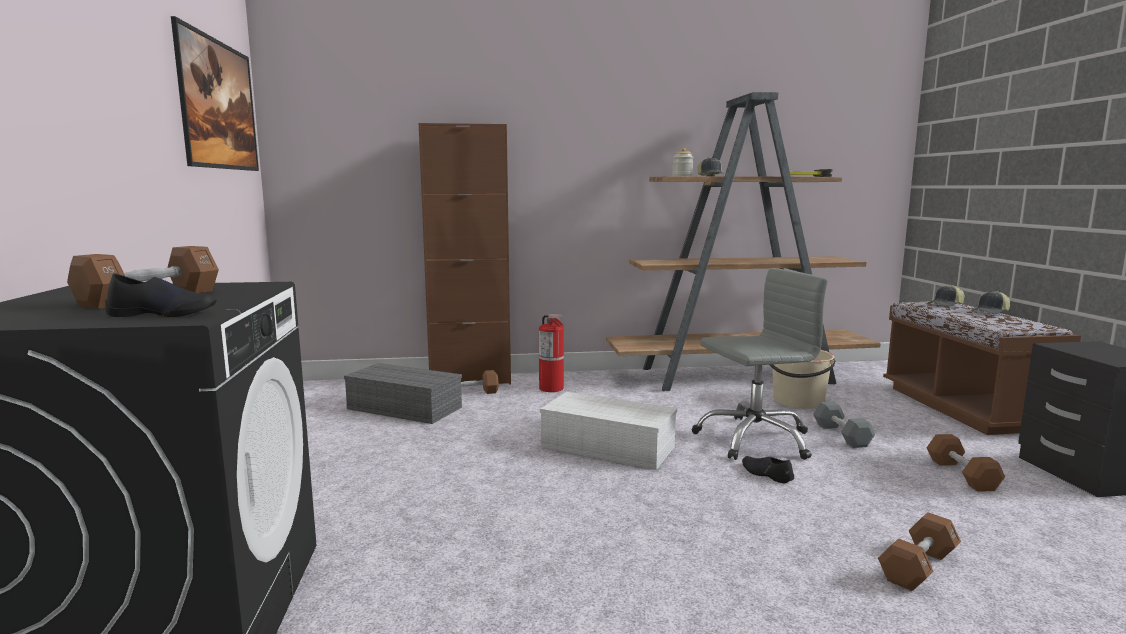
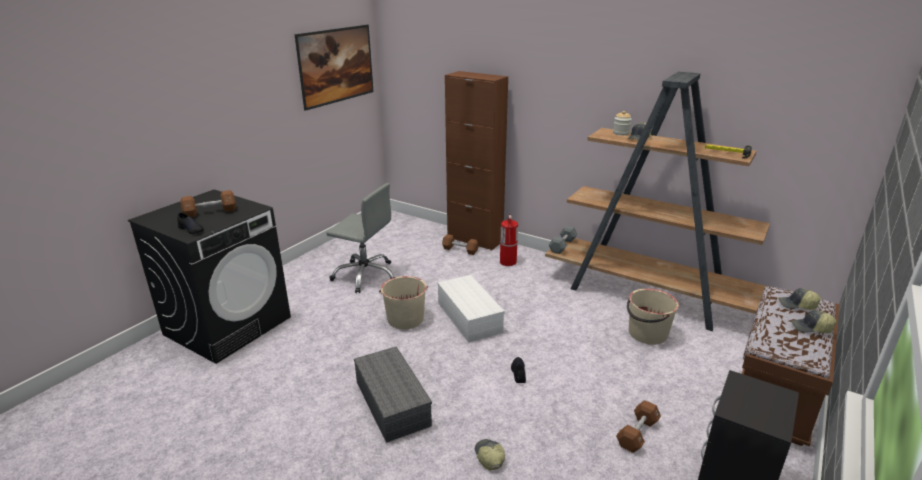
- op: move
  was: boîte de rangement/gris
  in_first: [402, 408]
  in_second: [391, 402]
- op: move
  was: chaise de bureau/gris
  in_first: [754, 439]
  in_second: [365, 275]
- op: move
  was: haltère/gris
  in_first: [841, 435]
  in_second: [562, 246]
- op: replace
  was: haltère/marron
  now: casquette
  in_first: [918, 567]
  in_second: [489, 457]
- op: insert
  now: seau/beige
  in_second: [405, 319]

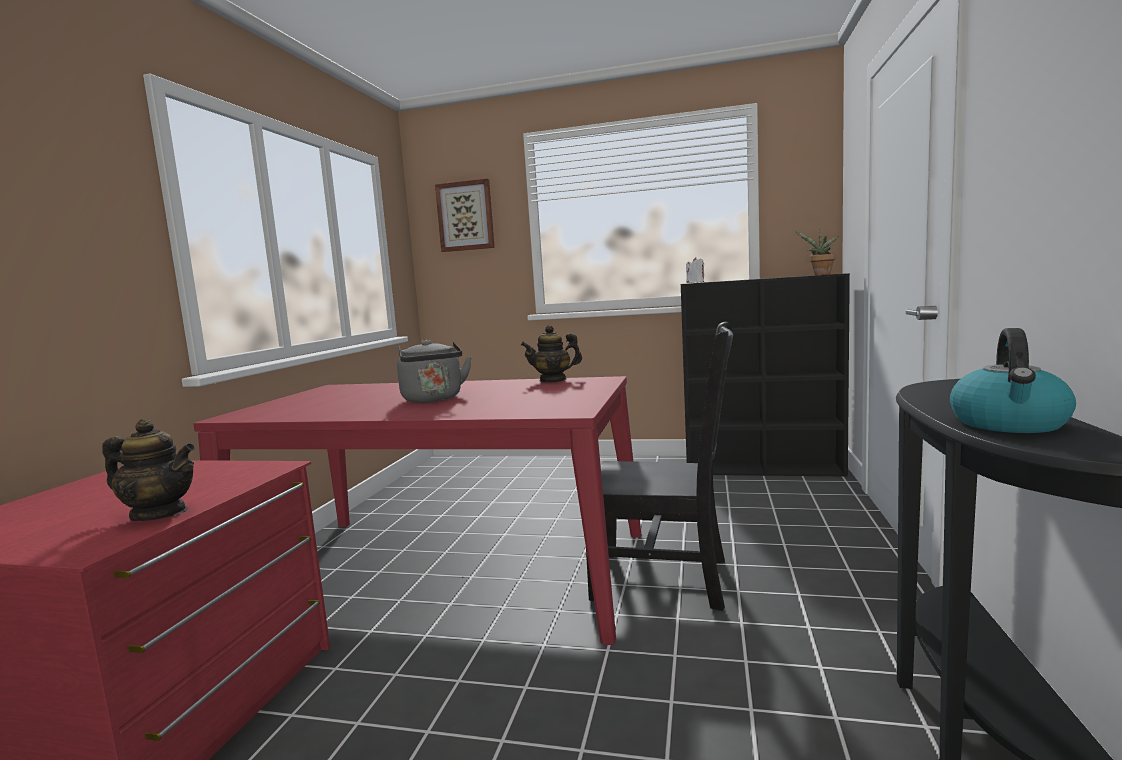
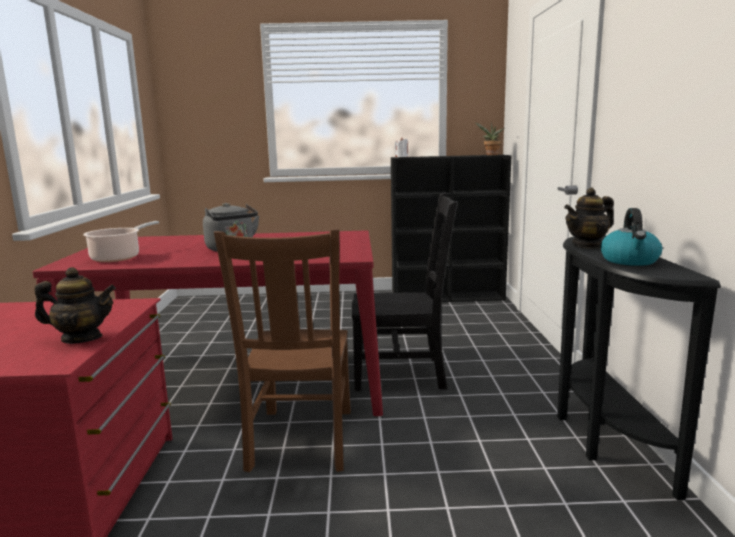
- op: delete
  was: tableau
  in_first: [465, 216]
- op: move
  was: théière
  in_first: [553, 380]
  in_second: [587, 245]
- op: insert
  now: marmite
  in_second: [118, 257]
- op: insert
  now: chaise/marron
  in_second: [300, 441]

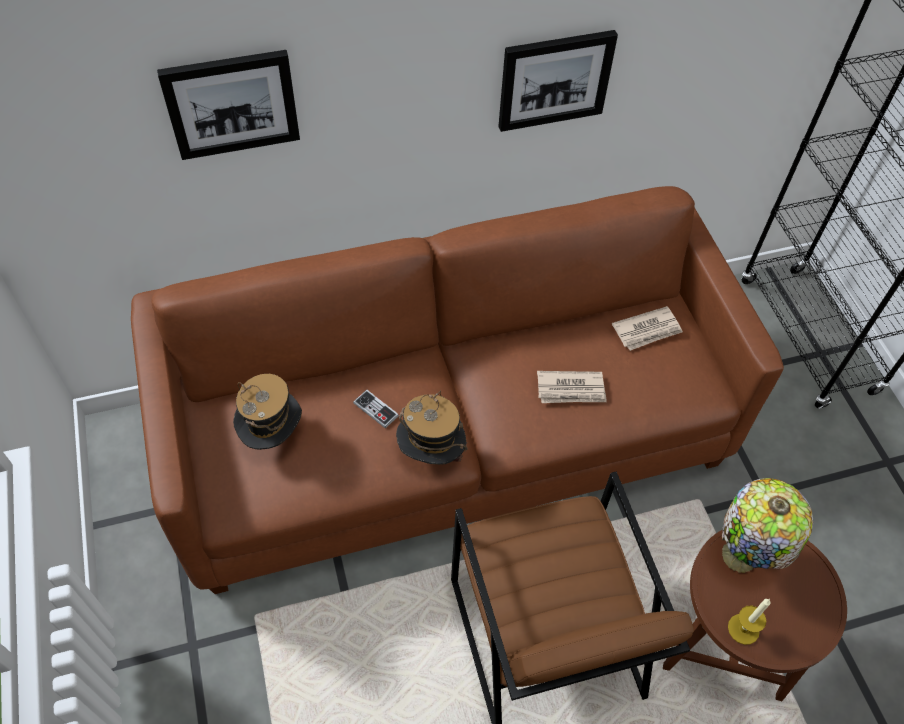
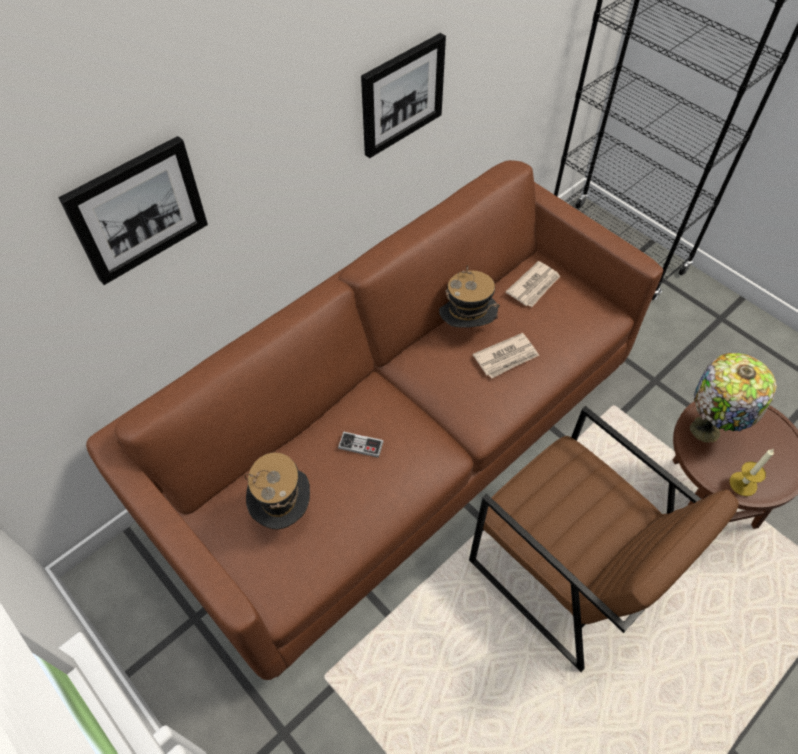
- op: move
  was: chapeau
  in_first: [431, 454]
  in_second: [466, 327]

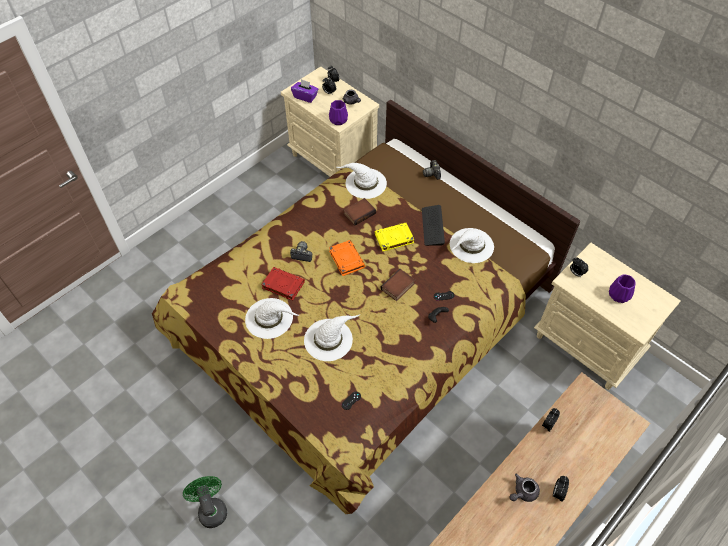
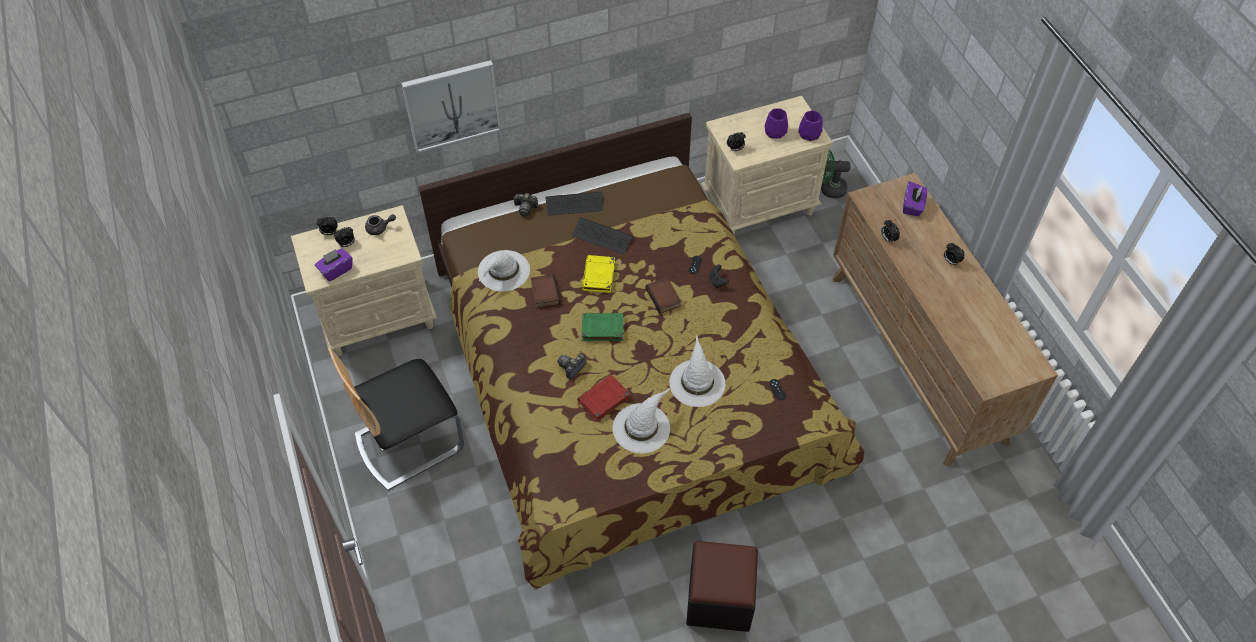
- op: move
  was: ventilateur/vert
  in_first: [211, 508]
  in_second: [828, 189]
- op: move
  was: vase/violet
  in_first: [338, 120]
  in_second: [809, 135]
- op: recolor
  was: livre/orange
  now: livre/vert
  in_first: [346, 259]
  in_second: [602, 329]
- op: delete
  was: chapeau/blanc
  in_first: [471, 246]
- op: delete
  was: théière/gris
  in_first: [522, 492]
- op: insert
  now: chaise
  in_second: [408, 441]
- op: insert
  now: tableau
  in_second: [452, 105]
- op: insert
  now: clavier
  in_second: [574, 204]
- op: insert
  now: pouf/noir
  in_second: [719, 598]
- op: insert
  now: boîte à mouchoirs/violet
  in_second: [912, 206]

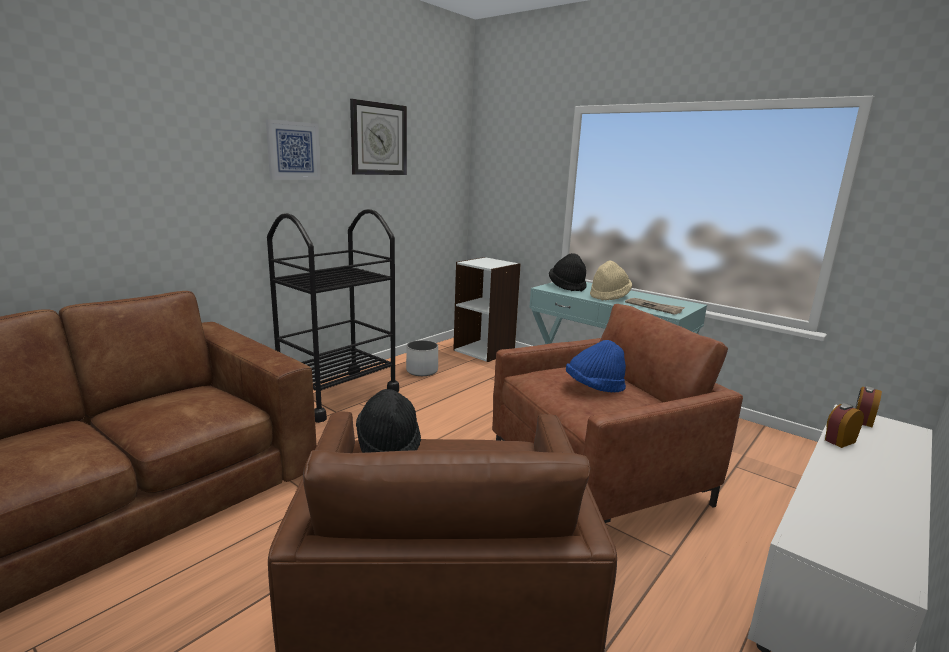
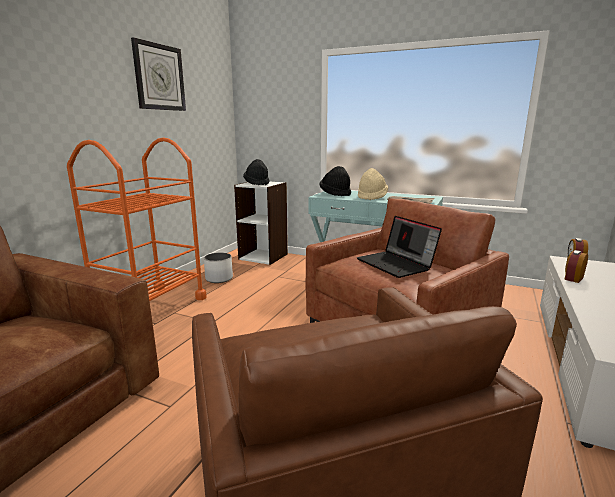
- op: delete
  was: tableau
  in_first: [293, 150]
- op: recolor
  was: chariot/noir
  now: chariot/orange
  in_first: [338, 394]
  in_second: [151, 308]
- op: move
  was: chapeau/noir
  in_first: [388, 445]
  in_second: [257, 183]
- op: replace
  was: chapeau/bleu
  now: ordinateur portable
  in_first: [594, 387]
  in_second: [397, 264]

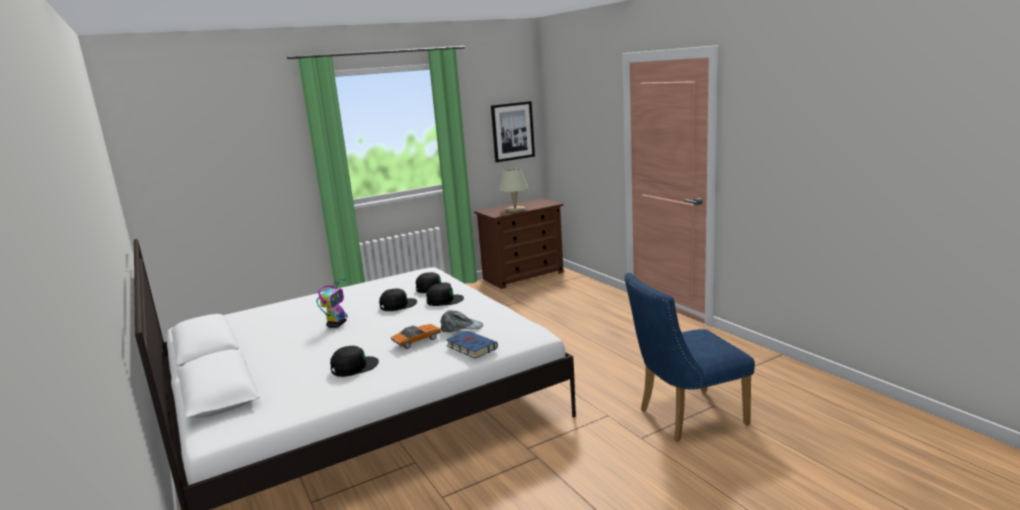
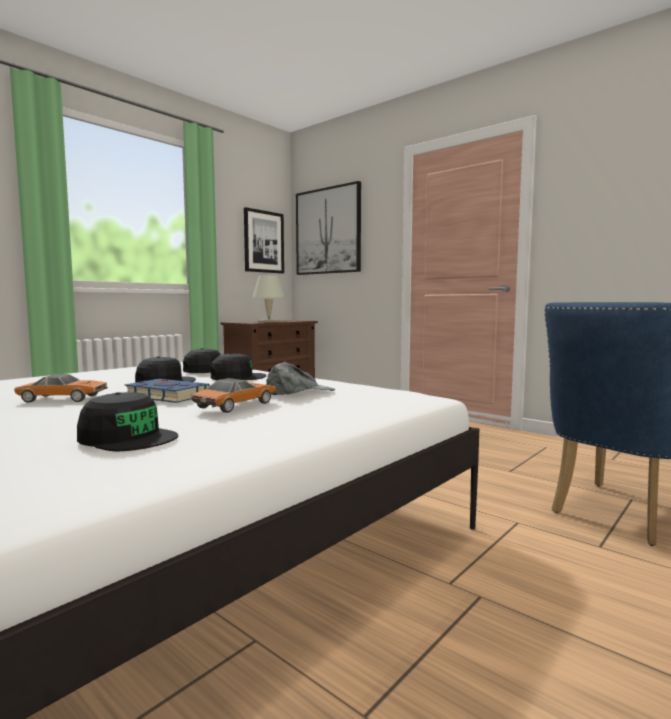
- op: replace
  was: robot jouet
  now: petite voiture
  in_first: [337, 324]
  in_second: [63, 399]
- op: rotate
  was: casquette/noir
  in_first: [354, 367]
  in_second: [128, 438]
  clockwise: 75
- op: move
  was: livre/bleu
  in_first: [470, 347]
  in_second: [165, 396]
- op: insert
  now: tableau
  in_second: [328, 231]

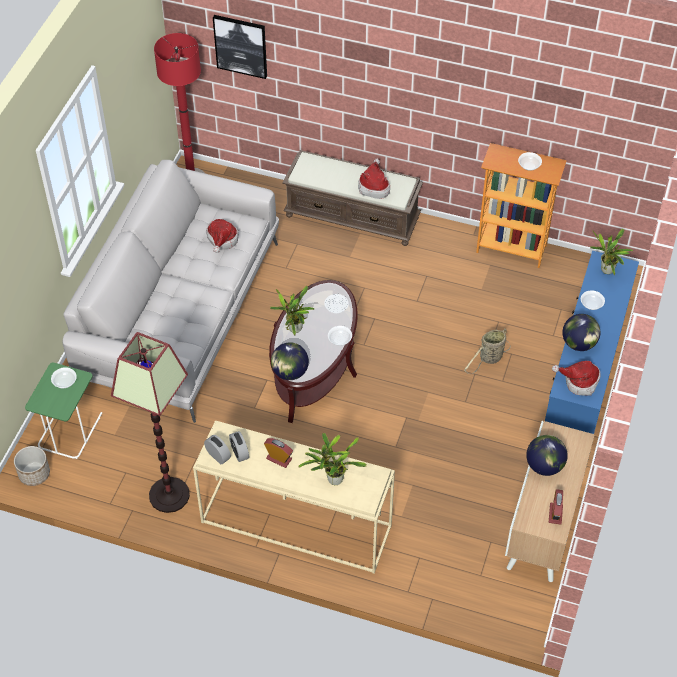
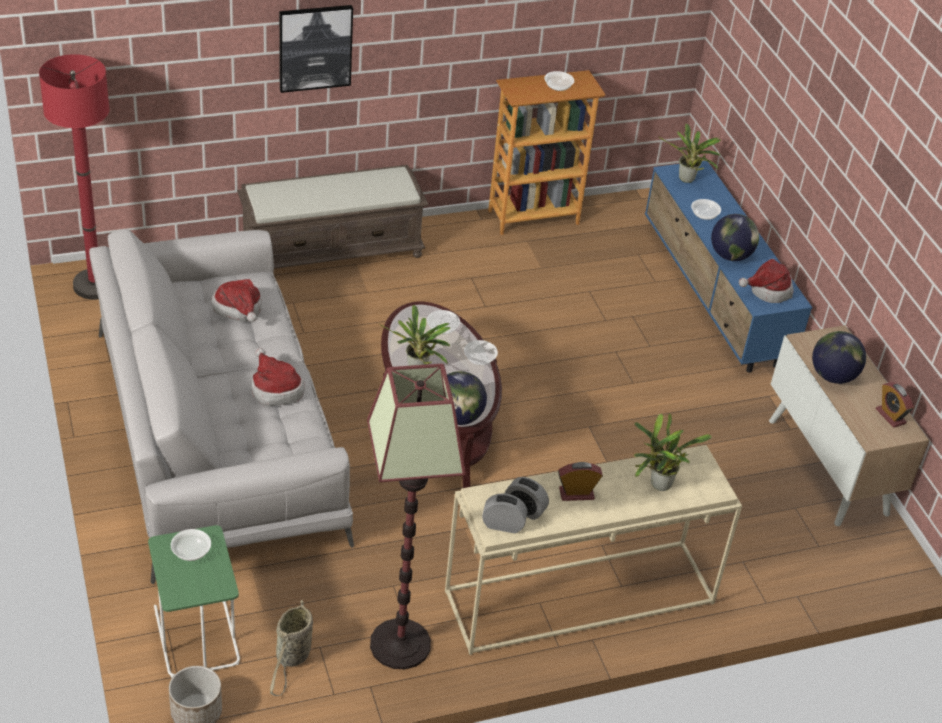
- op: move
  was: tableau
  in_first: [241, 45]
  in_second: [315, 47]
- op: move
  was: chapeau
  in_first: [374, 187]
  in_second: [275, 389]
- op: move
  was: panier
  in_first: [489, 358]
  in_second: [292, 657]

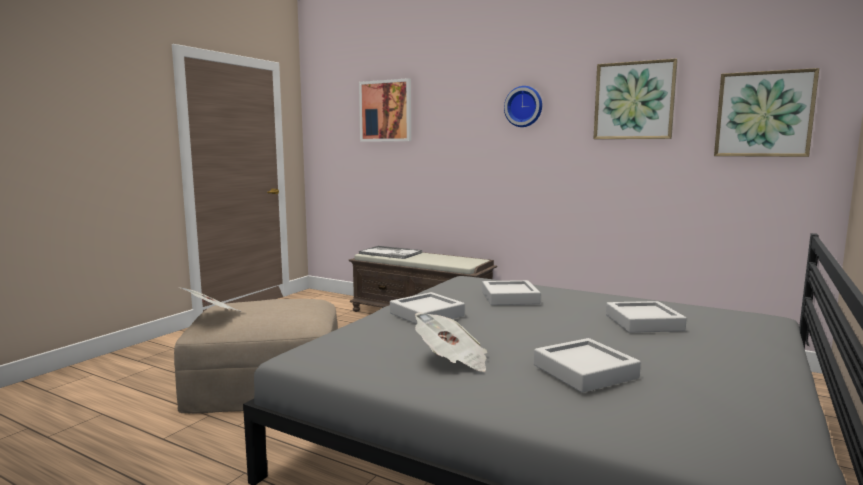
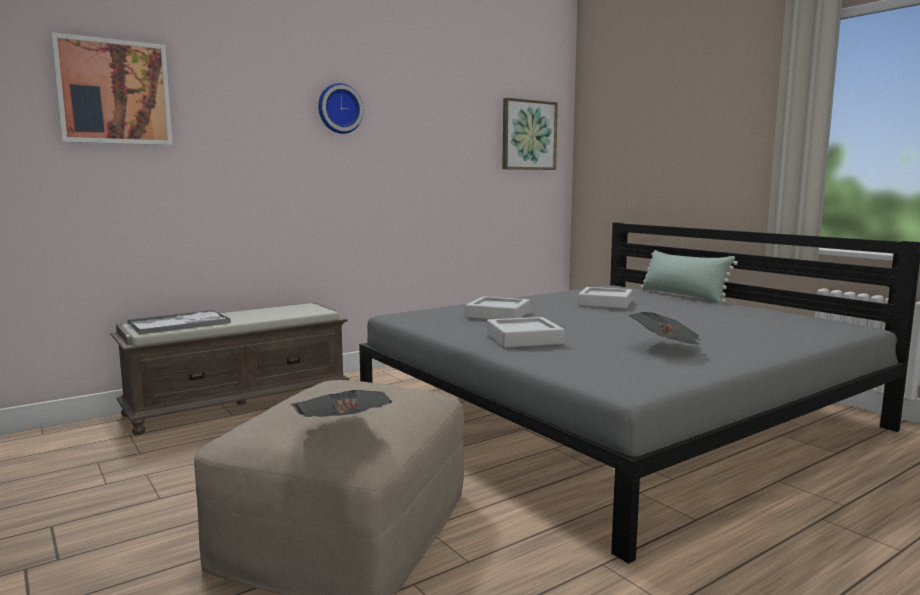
- op: delete
  was: plateau/gris
  in_first: [585, 371]
- op: delete
  was: tableau
  in_first: [634, 101]
- op: insert
  now: coussin/vert
  in_second: [683, 295]

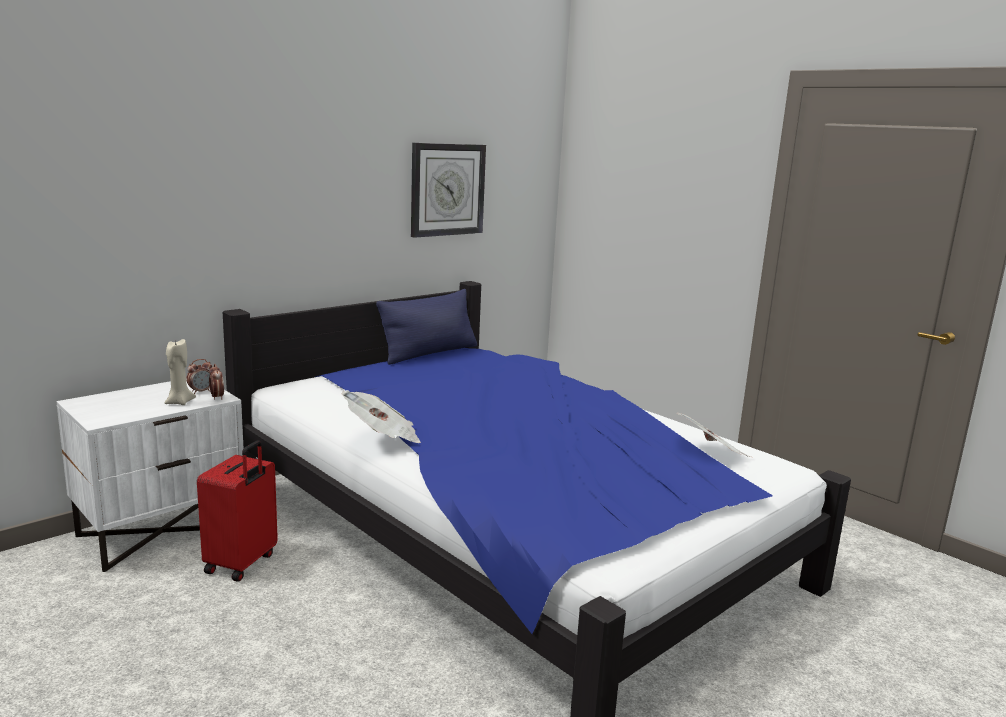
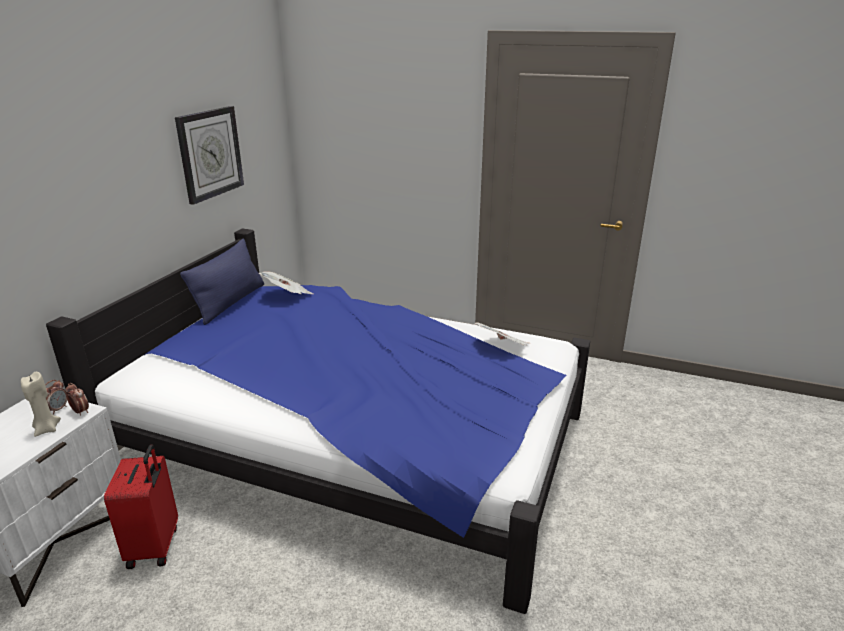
- op: move
  was: journal
  in_first: [383, 437]
  in_second: [288, 295]

